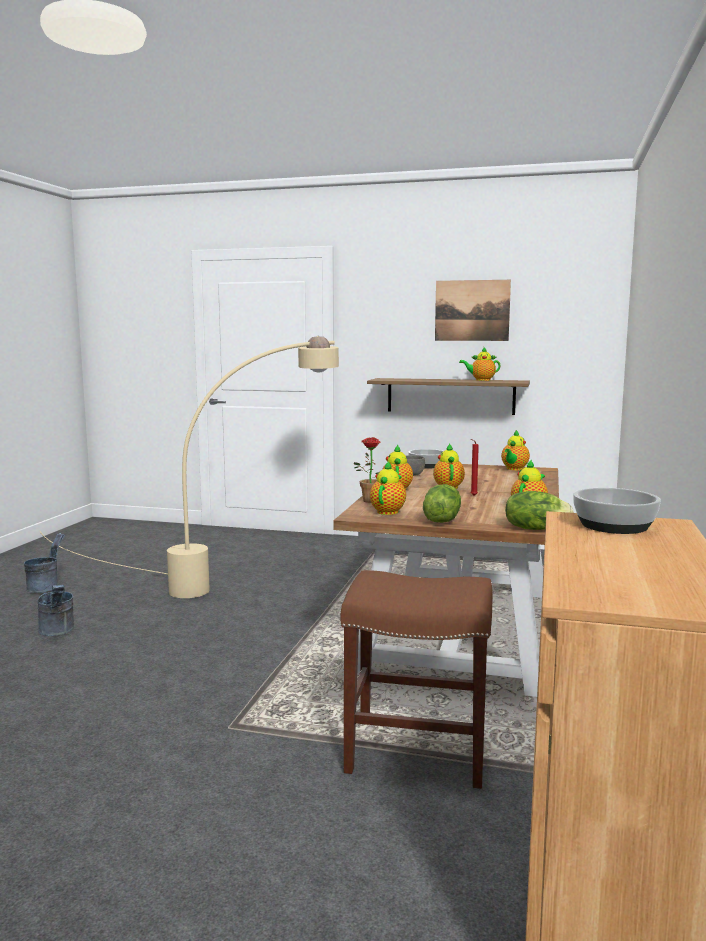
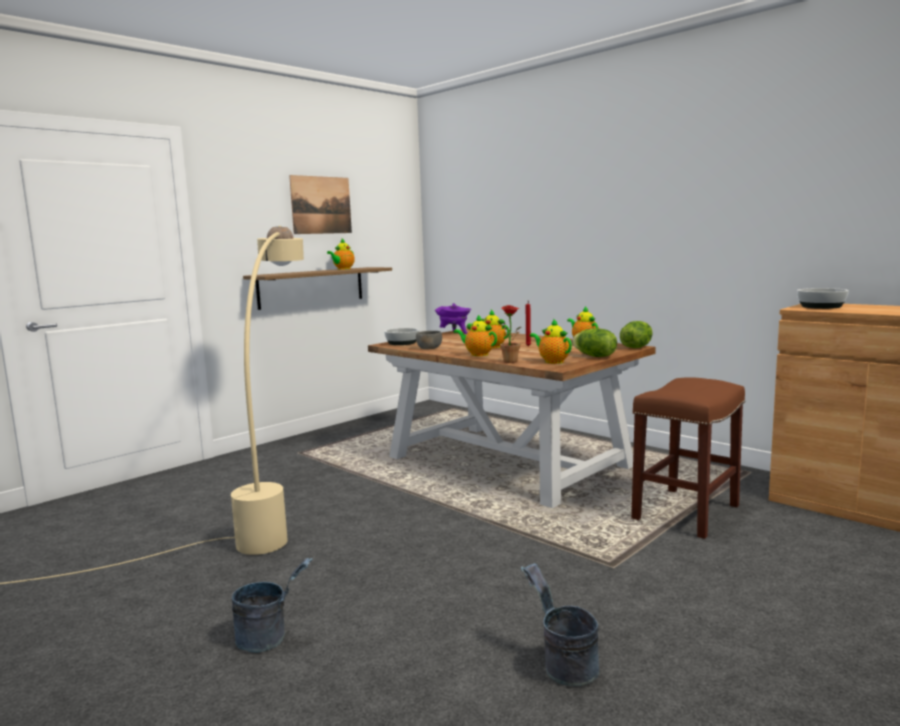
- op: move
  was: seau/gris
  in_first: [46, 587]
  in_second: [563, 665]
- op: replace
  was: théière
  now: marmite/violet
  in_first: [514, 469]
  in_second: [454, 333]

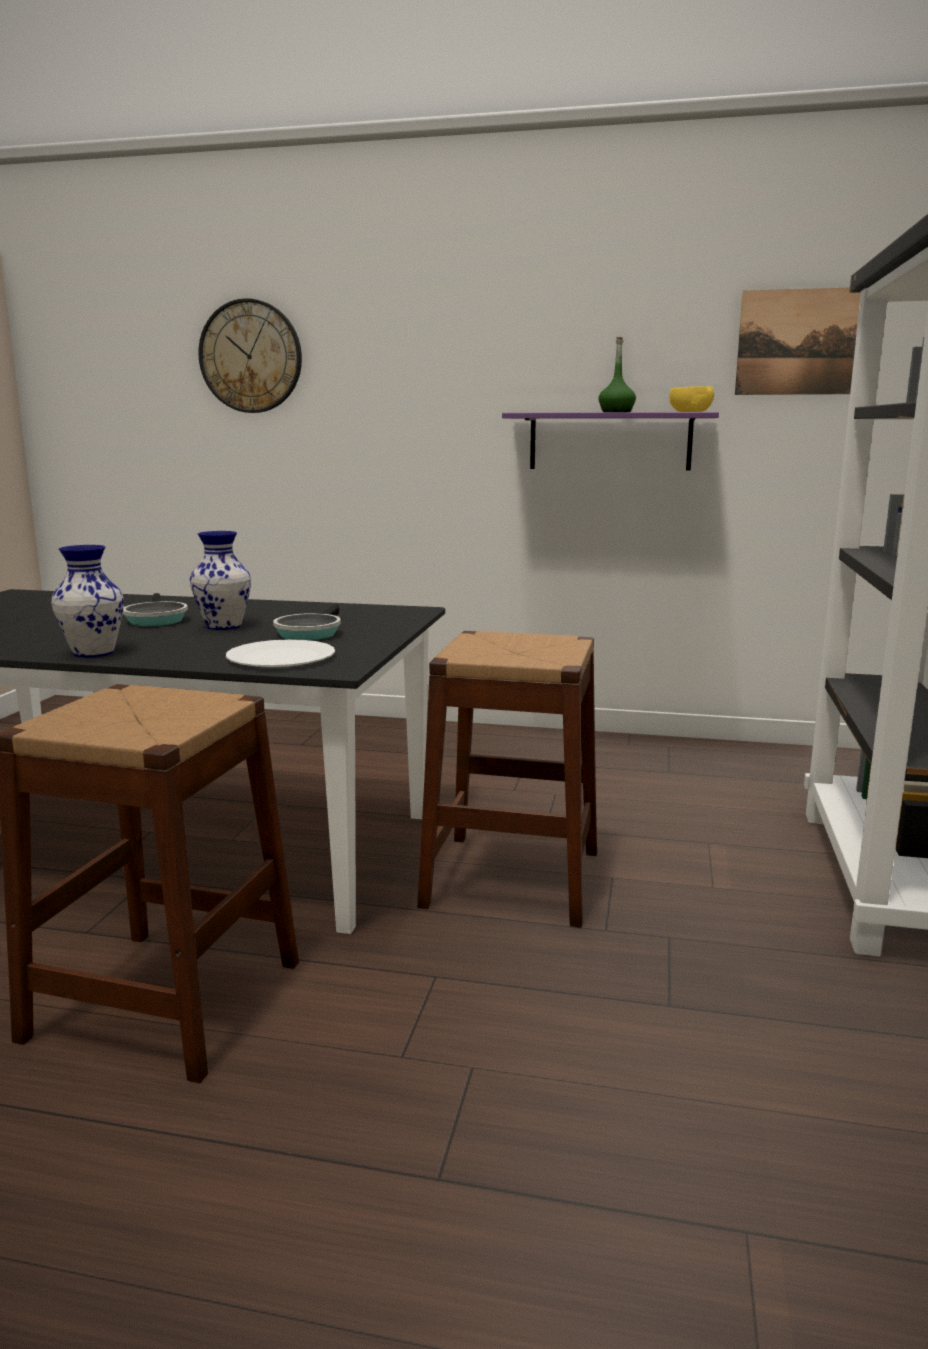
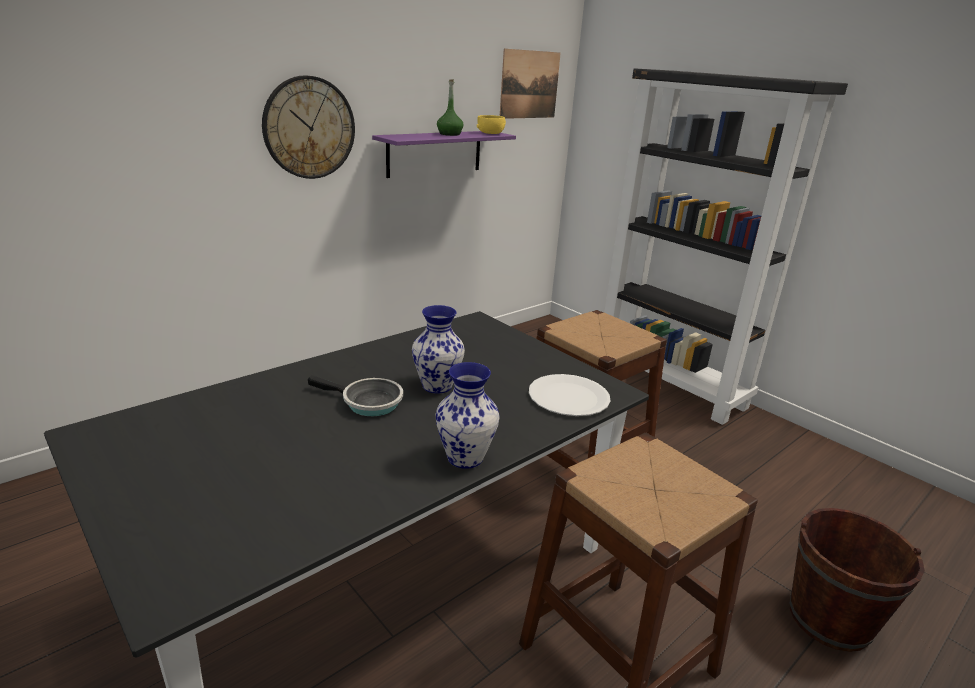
- op: move
  was: horloge murale
  in_first: [251, 356]
  in_second: [309, 128]
- op: delete
  was: poêle
  in_first: [309, 633]
- op: insert
  now: seau/marron
  in_second: [829, 619]

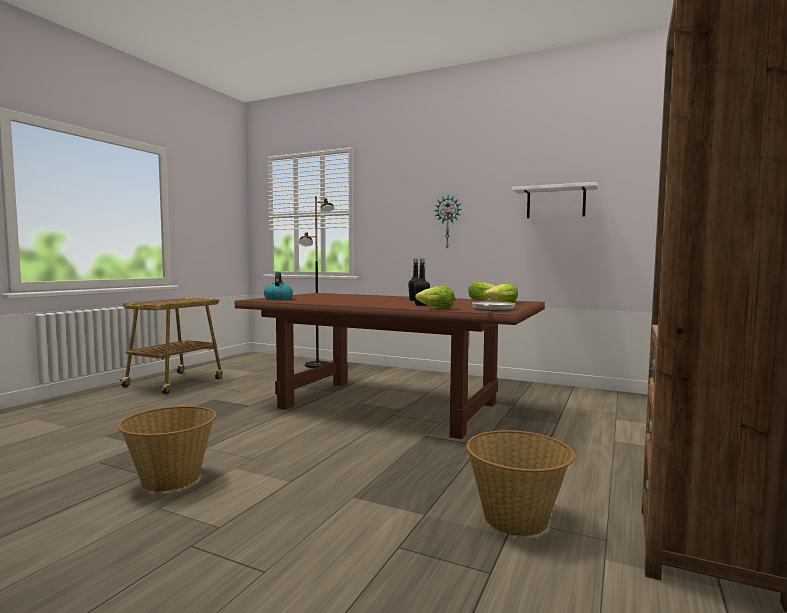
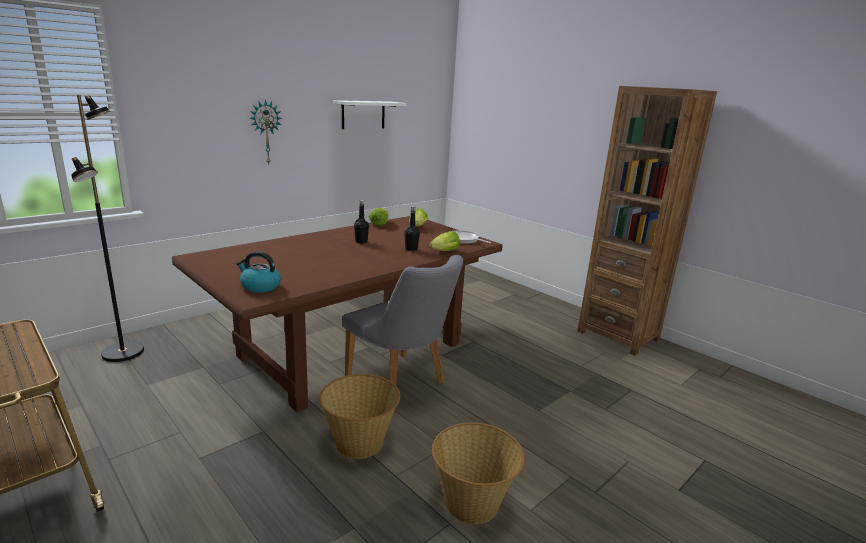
- op: move
  was: panier
  in_first: [517, 519]
  in_second: [359, 442]
- op: insert
  now: chaise/gris
  in_second: [402, 383]

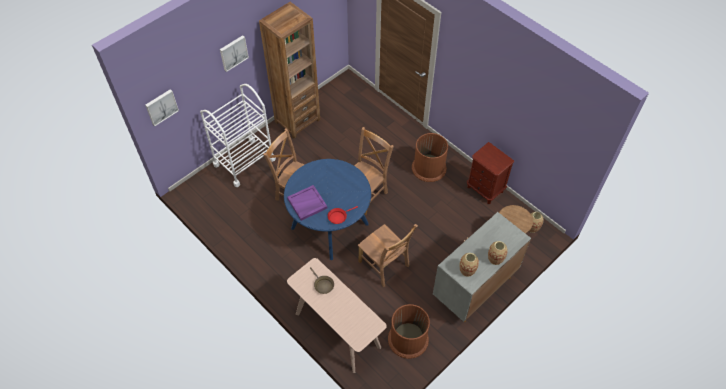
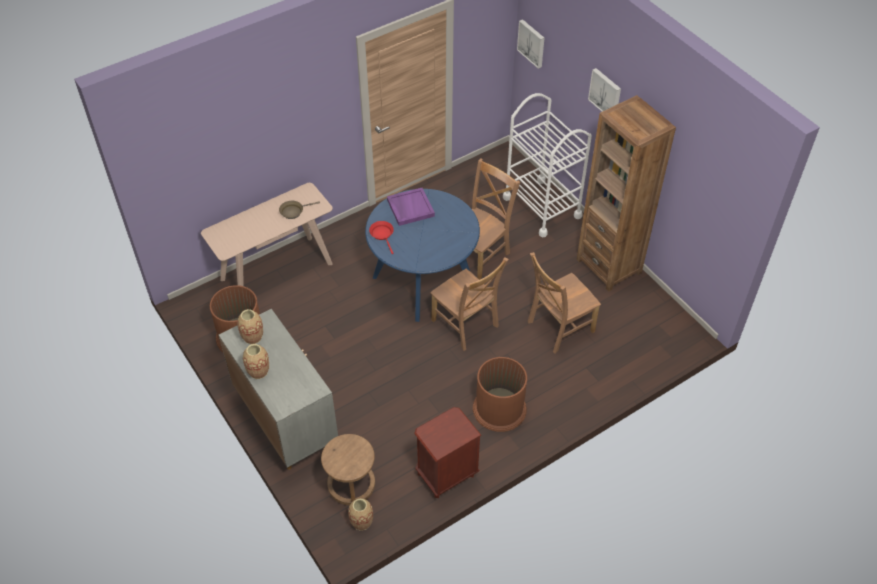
- op: move
  was: chaise/marron
  in_first: [385, 265]
  in_second: [558, 328]

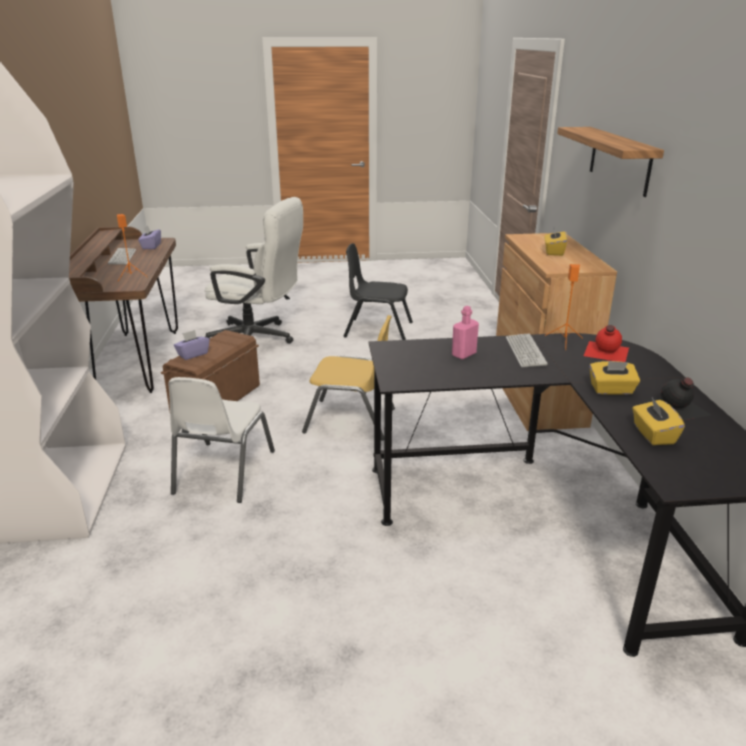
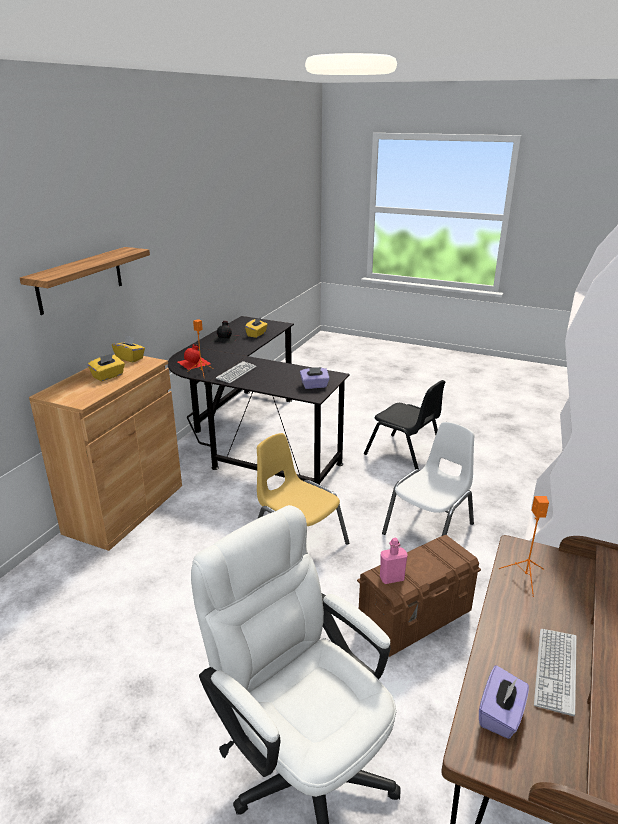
- op: move
  was: boîte à mouchoirs/violet
  in_first: [193, 354]
  in_second: [314, 386]
- op: move
  was: chaise/noir
  in_first: [378, 330]
  in_second: [404, 454]
- op: move
  was: bouteille/rose
  in_first: [464, 354]
  in_second: [392, 578]
- op: move
  was: boîte à mouchoirs/jaune
  in_first: [611, 390]
  in_second: [130, 358]

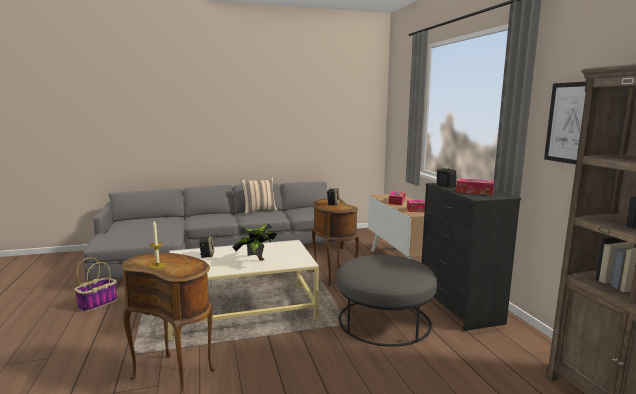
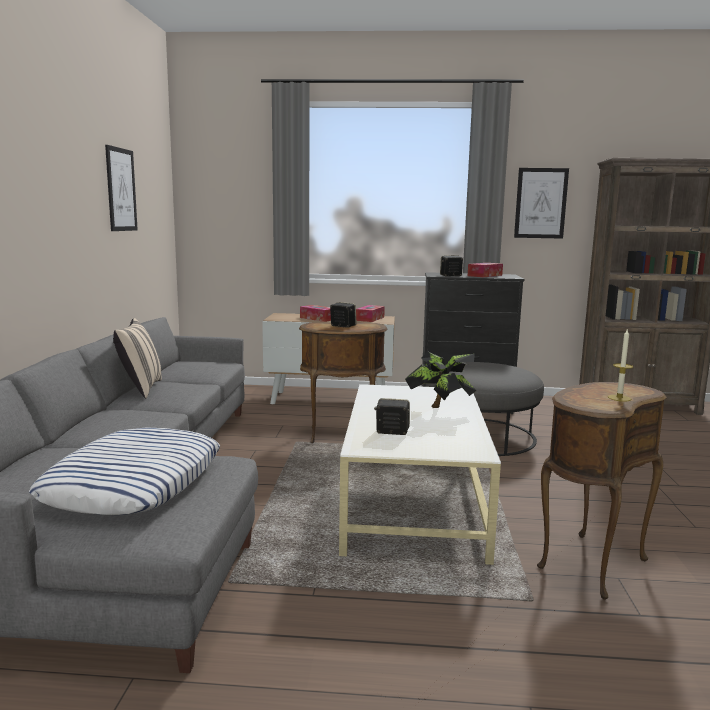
- op: delete
  was: panier
  in_first: [98, 303]
- op: insert
  now: coussin
  in_second: [134, 482]
- op: insert
  now: tableau
  in_second: [121, 189]

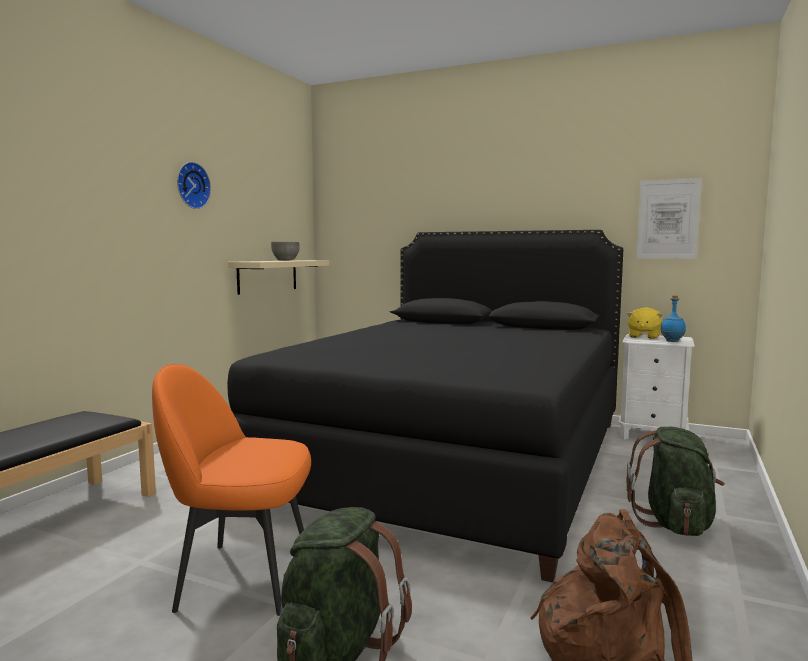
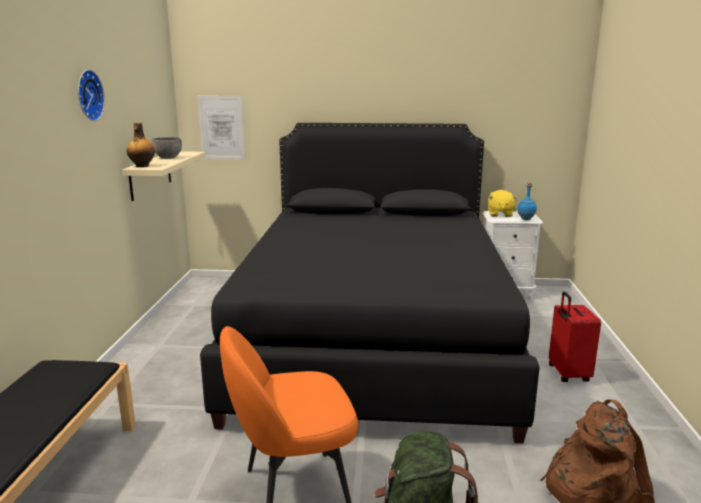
- op: replace
  was: sac à dos/vert
  now: valise/rouge
  in_first: [674, 523]
  in_second: [567, 374]
- op: move
  was: tableau
  in_first: [668, 219]
  in_second: [222, 128]
- op: insert
  now: bouteille
  in_second: [142, 166]

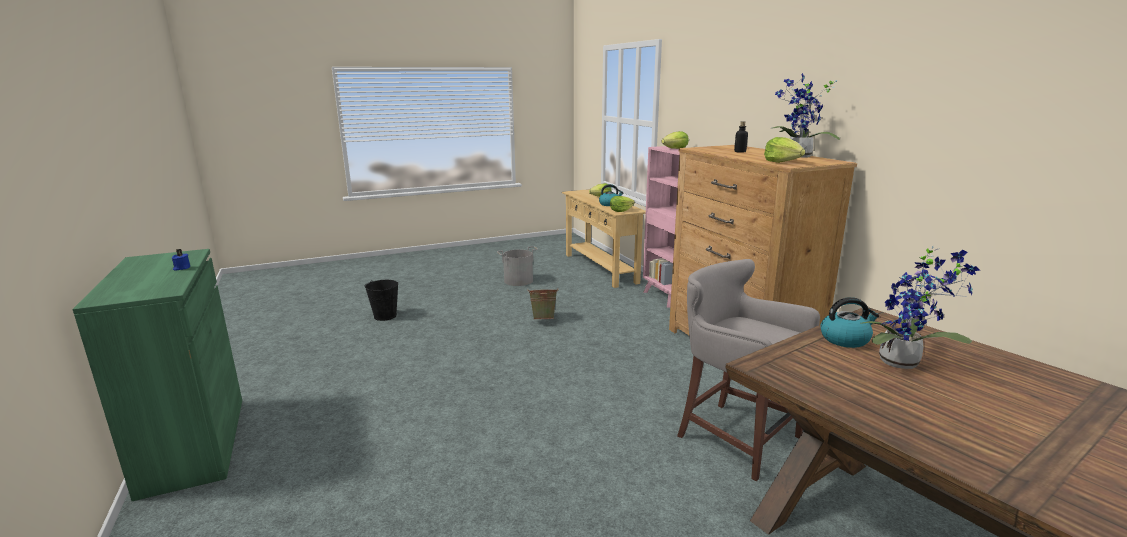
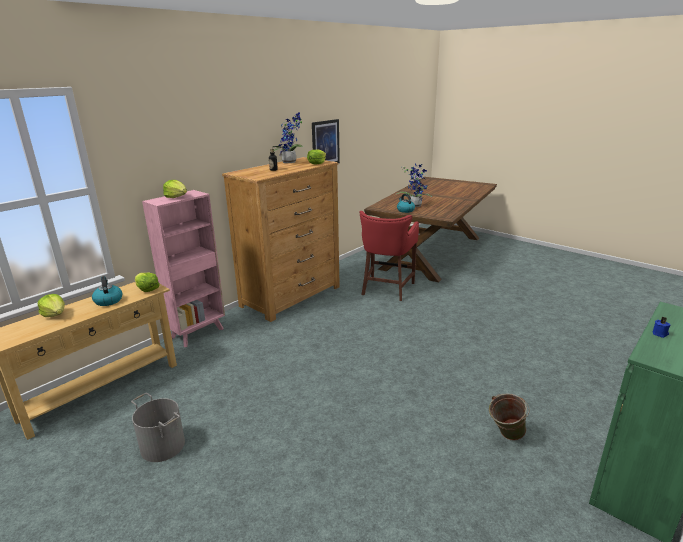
- op: delete
  was: seau/noir
  in_first: [385, 316]
- op: move
  was: seau/vert
  in_first: [543, 319]
  in_second: [505, 436]
- op: recolor
  was: tabouret/gris
  now: tabouret/rouge
  in_first: [734, 436]
  in_second: [386, 289]
- op: insert
  now: tableau
  in_second: [325, 143]

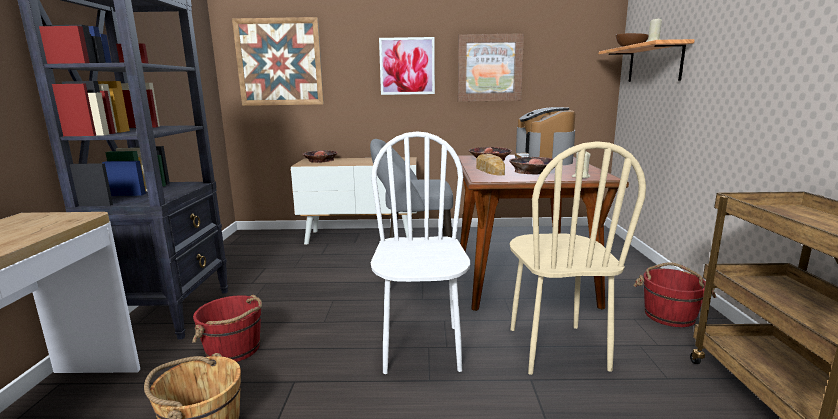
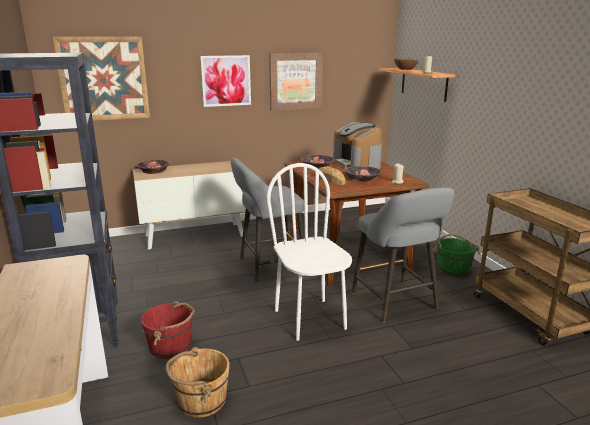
- op: replace
  was: chaise/beige
  now: tabouret/gris
  in_first: [556, 348]
  in_second: [396, 303]
- op: recolor
  was: seau/rouge
  now: seau/vert
  in_first: [669, 315]
  in_second: [453, 269]

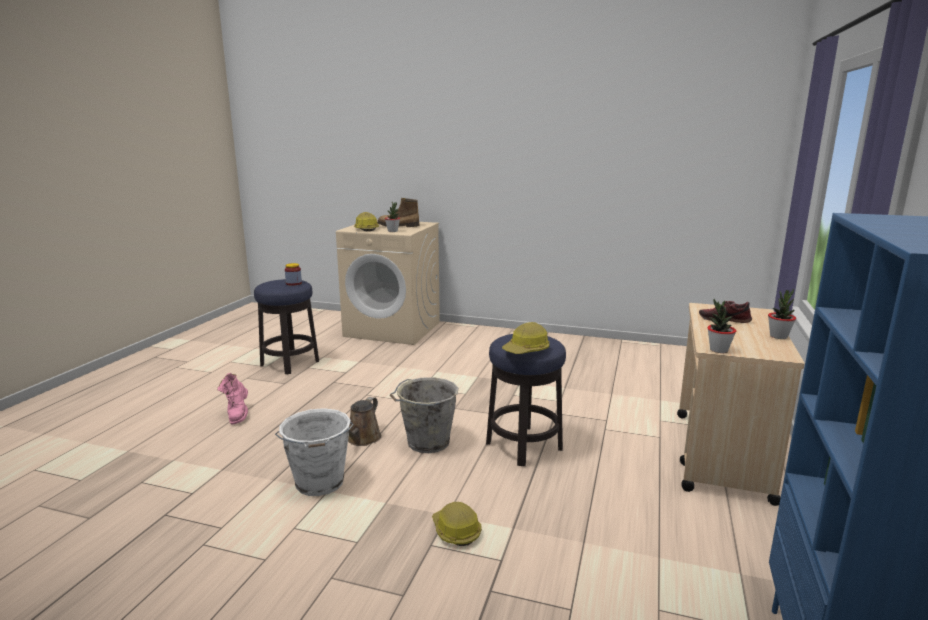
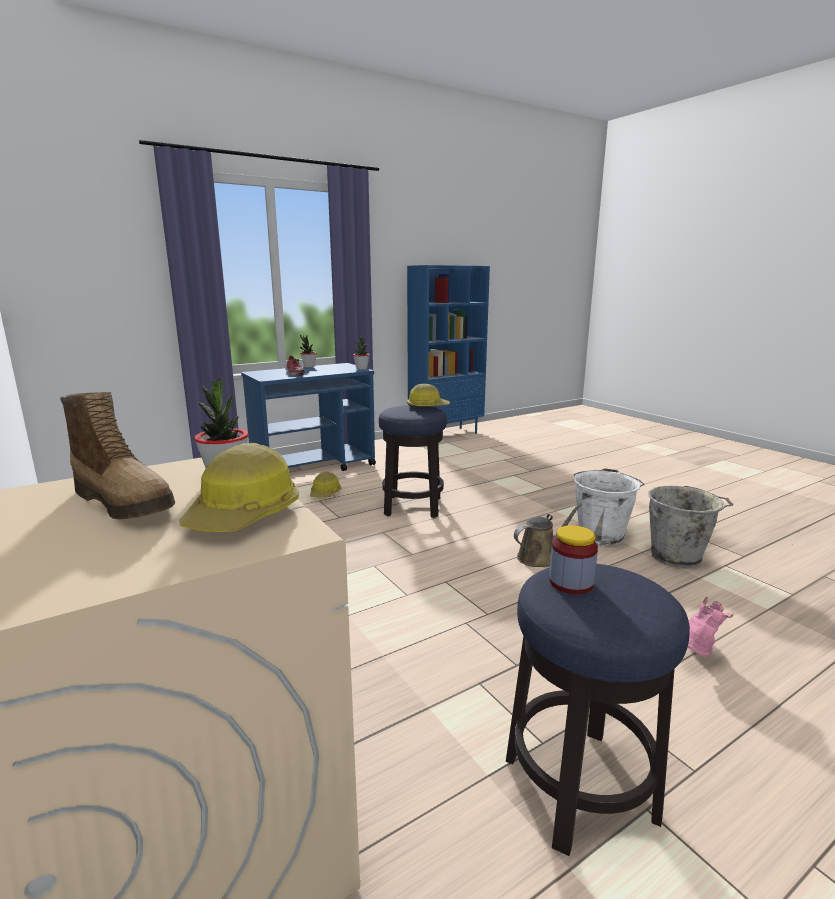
- op: move
  was: seau/gris
  in_first: [426, 443]
  in_second: [678, 557]
- op: move
  was: casque de chantier
  in_first: [455, 531]
  in_second: [325, 493]
- op: recolor
  was: chariot/beige
  now: chariot/bleu
  in_first: [721, 455]
  in_second: [314, 467]

